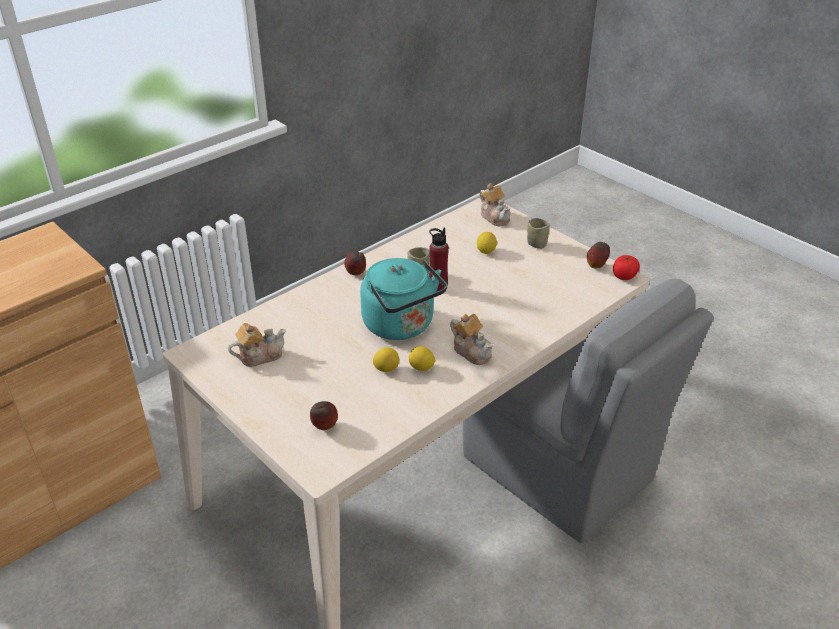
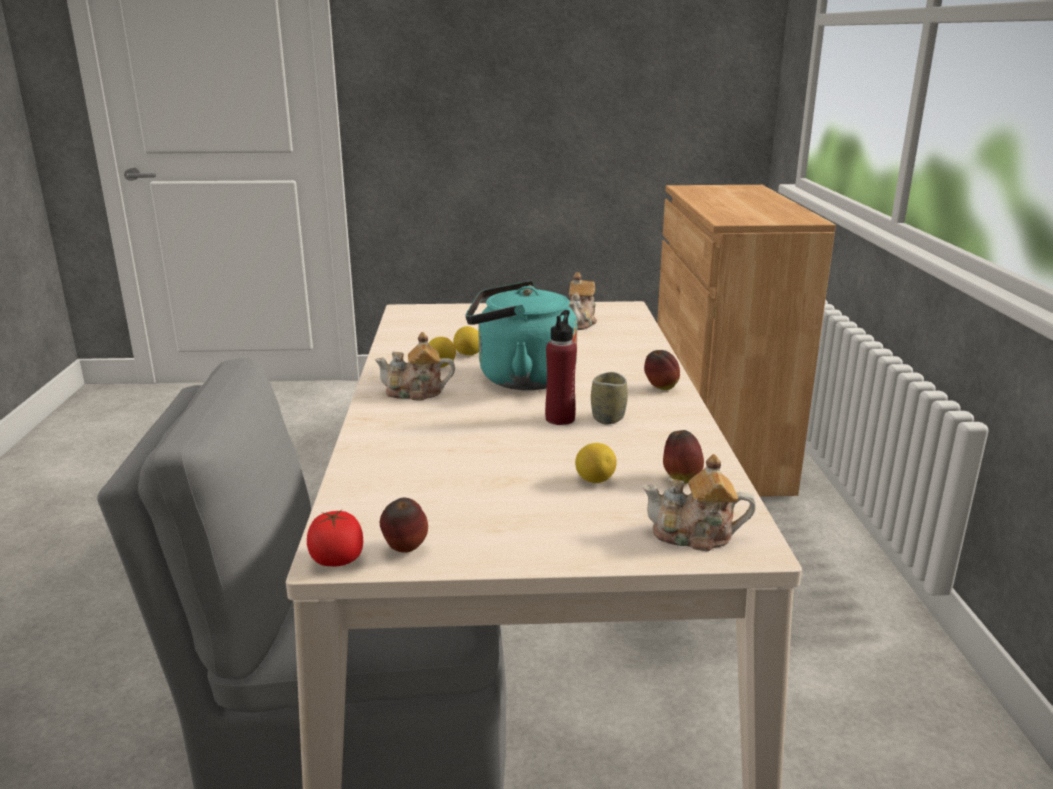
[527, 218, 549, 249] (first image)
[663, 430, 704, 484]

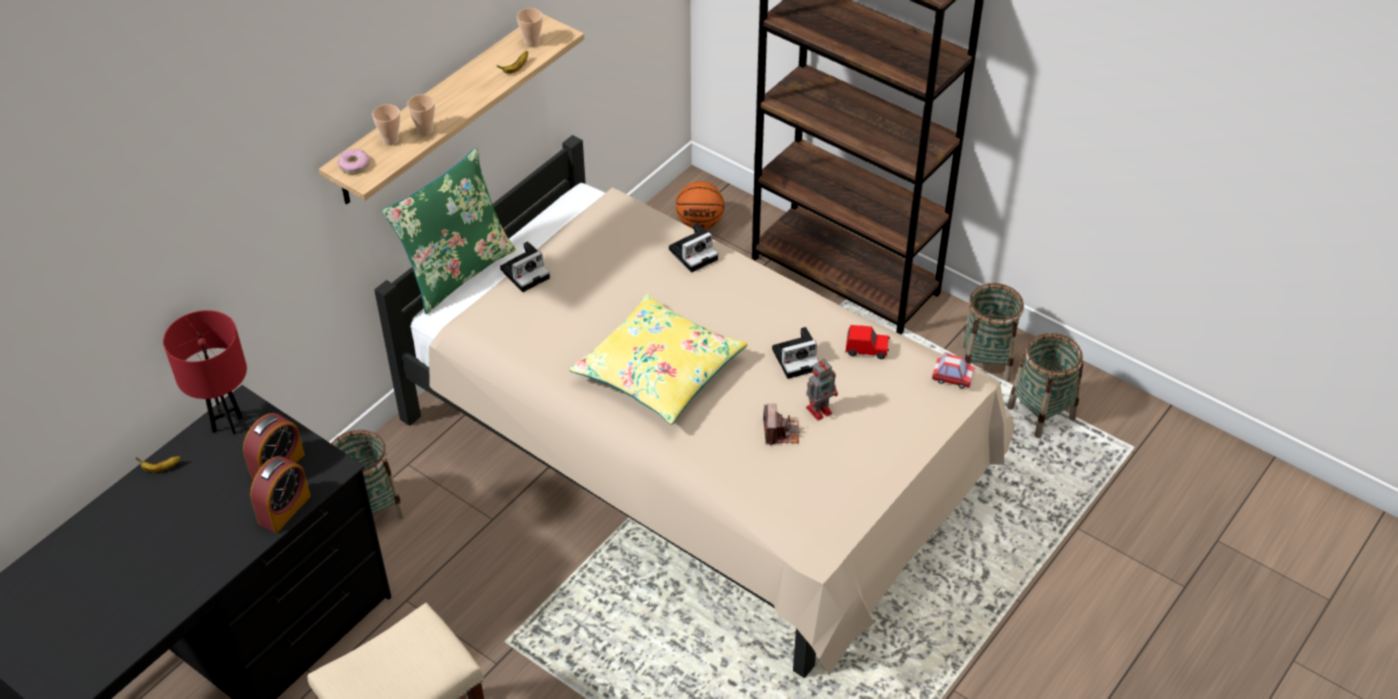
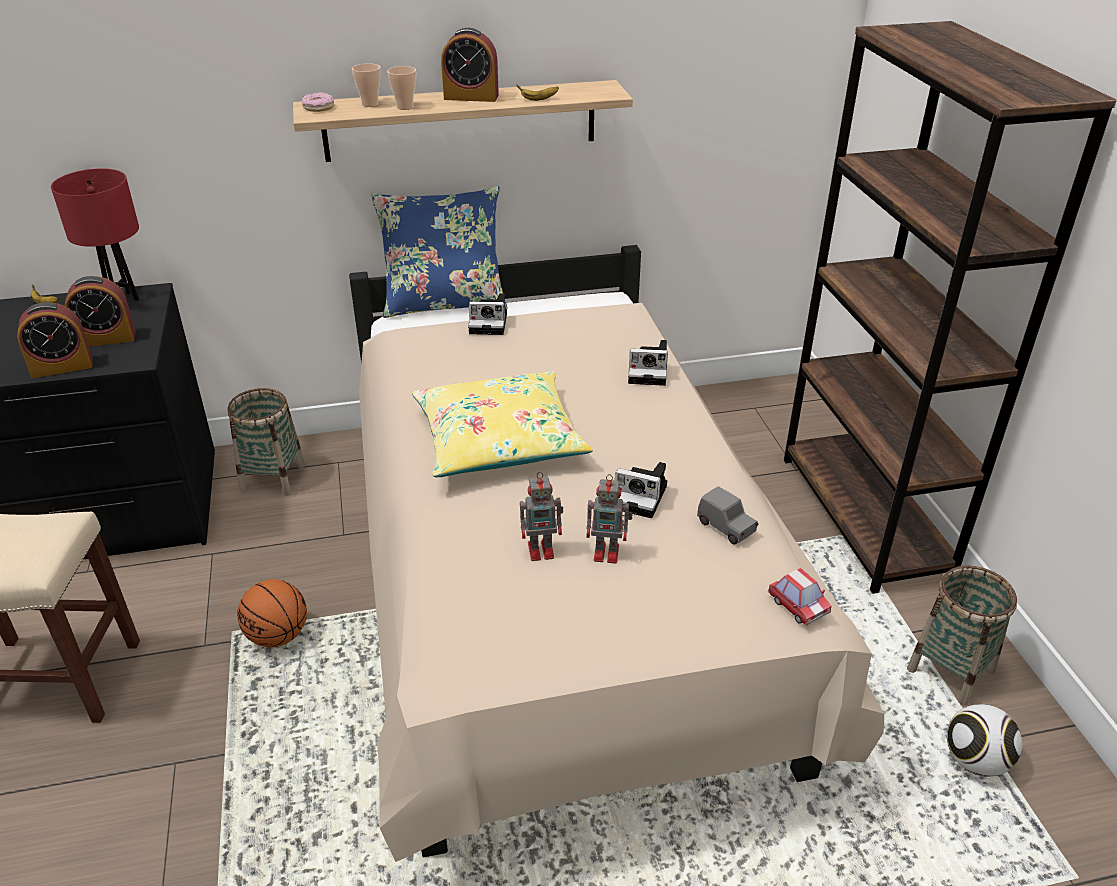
[517, 8, 543, 47] (first image)
[441, 28, 499, 102]
[237, 579, 307, 647]
[520, 472, 563, 561]
[947, 704, 1022, 777]
[371, 186, 508, 318]
[697, 486, 758, 544]

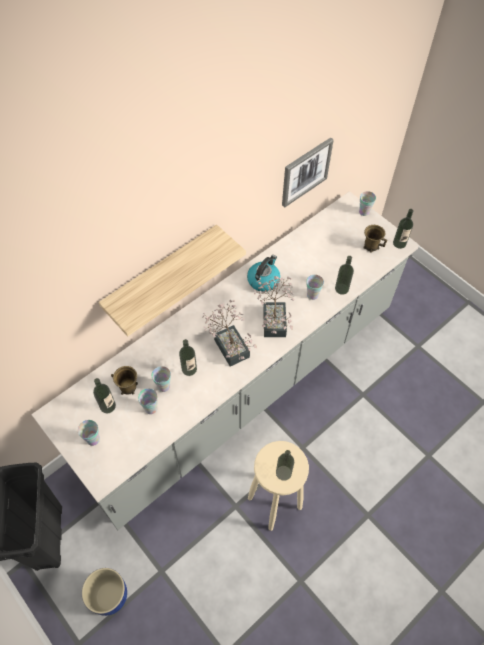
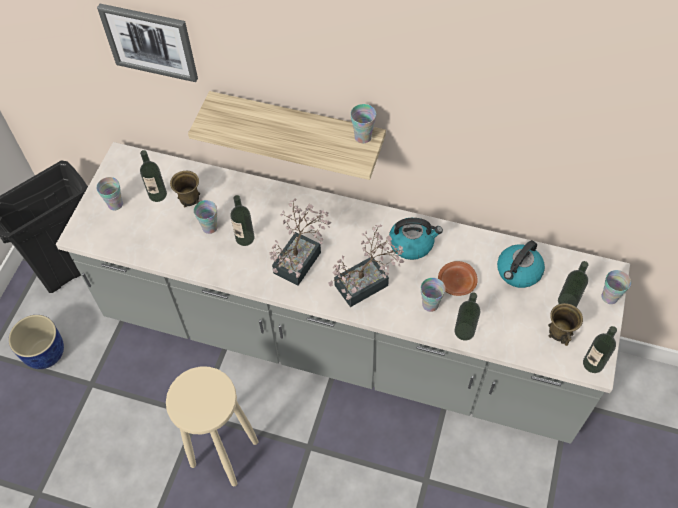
[438, 261, 478, 296]
[497, 240, 545, 288]
[350, 104, 376, 143]
[558, 261, 588, 307]
[97, 4, 198, 82]

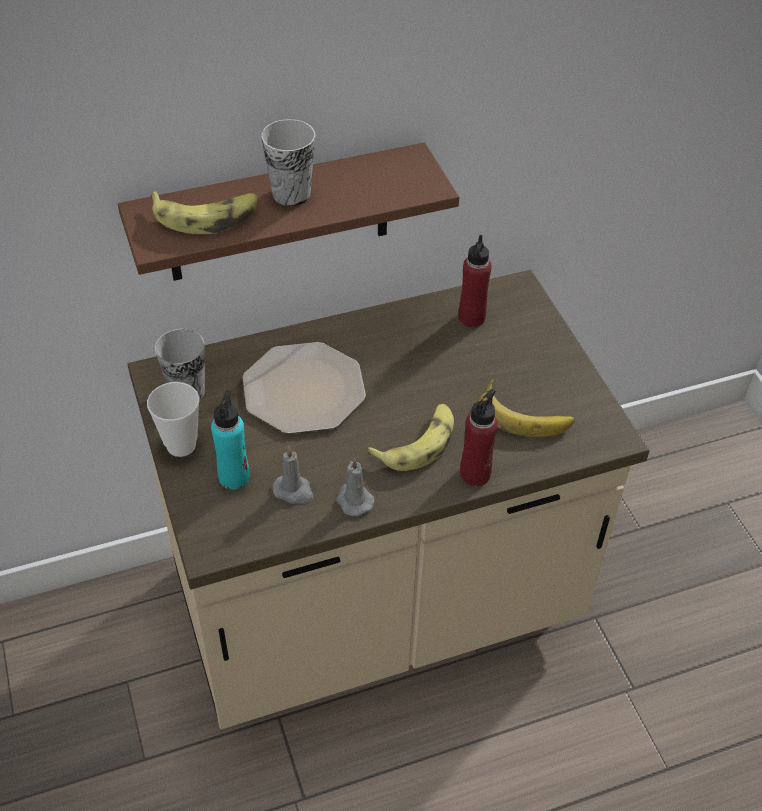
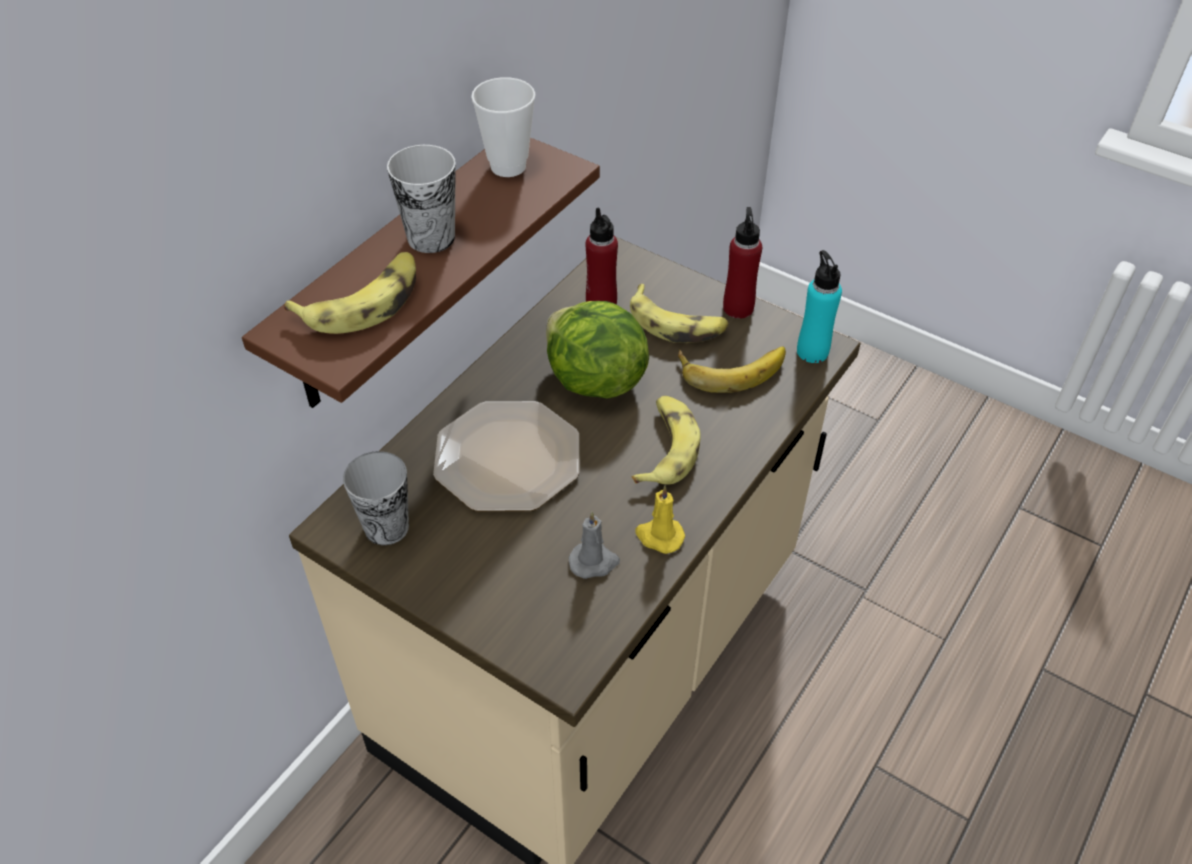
[546, 301, 649, 399]
[630, 284, 729, 343]
[471, 77, 536, 177]
[797, 250, 842, 363]
[723, 207, 762, 319]
[635, 486, 685, 554]

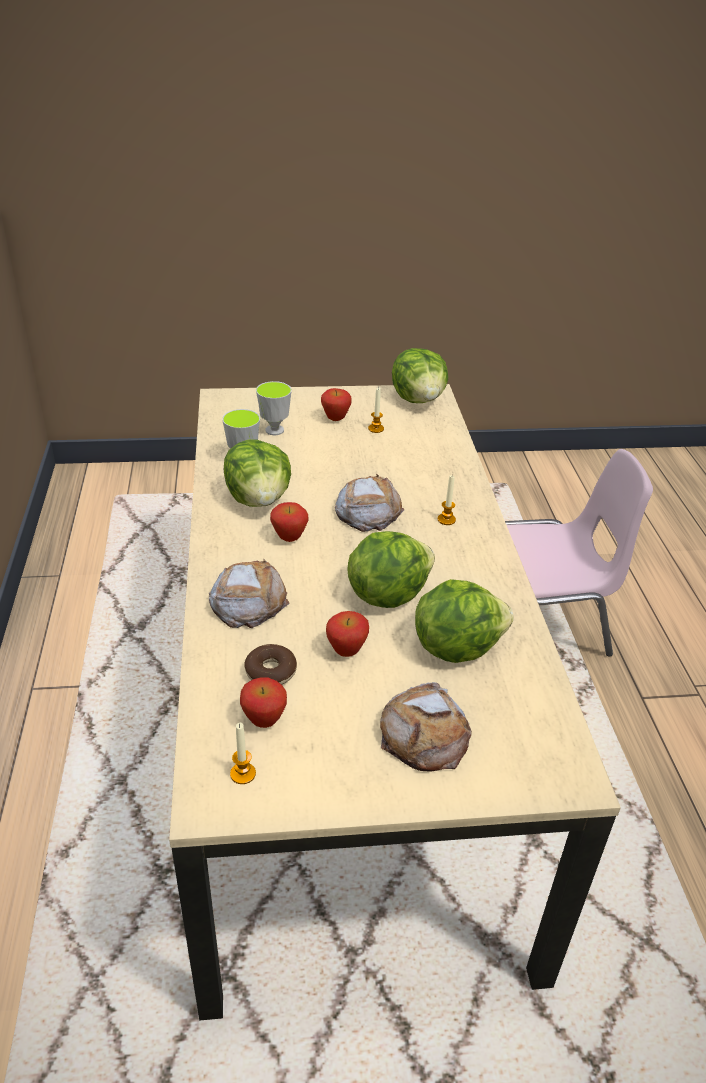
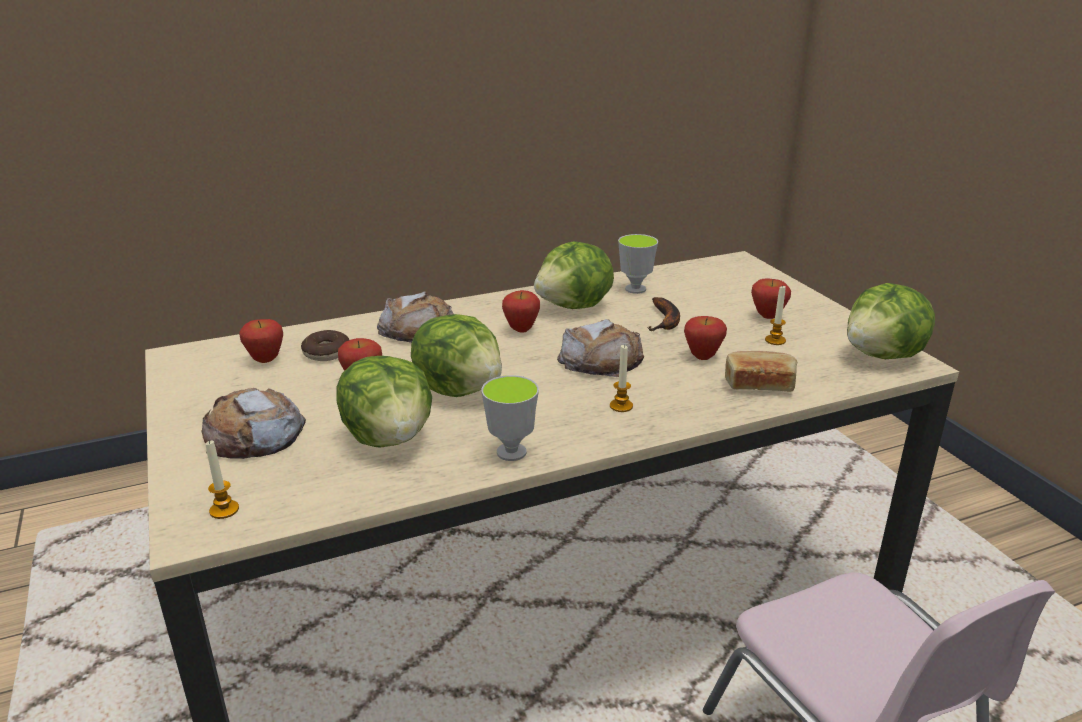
[648, 297, 680, 331]
[684, 316, 727, 360]
[725, 351, 797, 392]
[206, 441, 239, 519]
[481, 375, 539, 461]

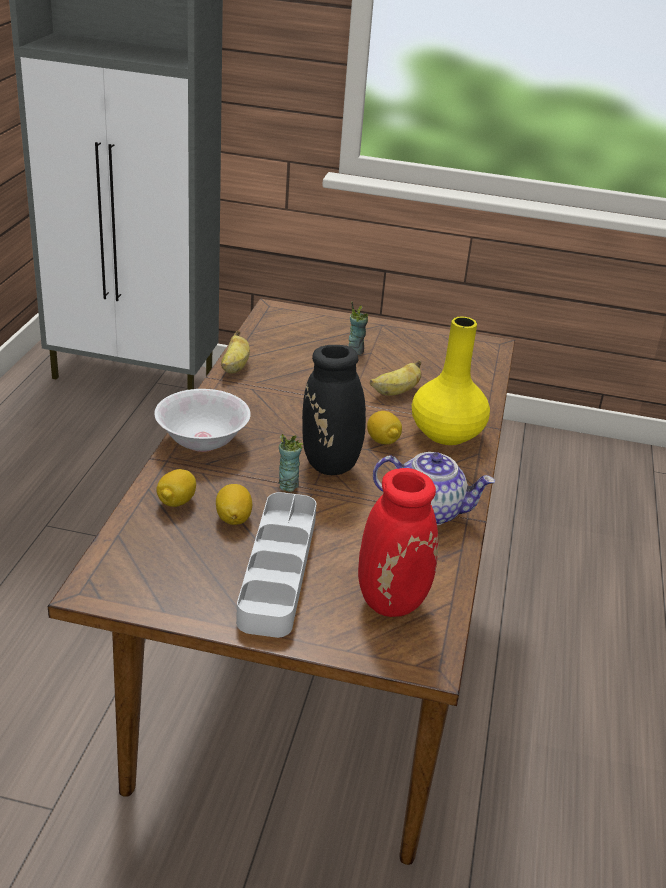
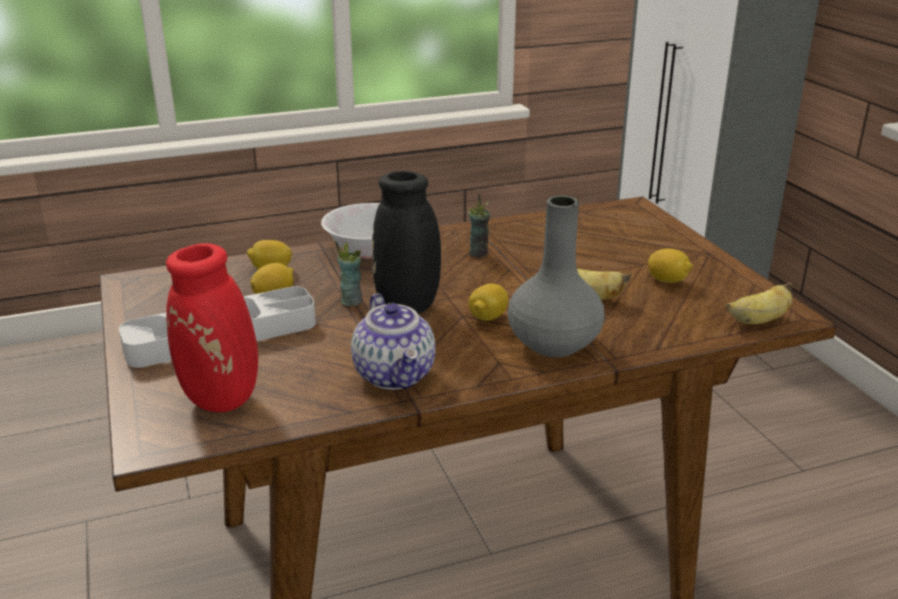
[648, 248, 693, 283]
[726, 282, 793, 324]
[468, 194, 490, 257]
[507, 195, 604, 357]

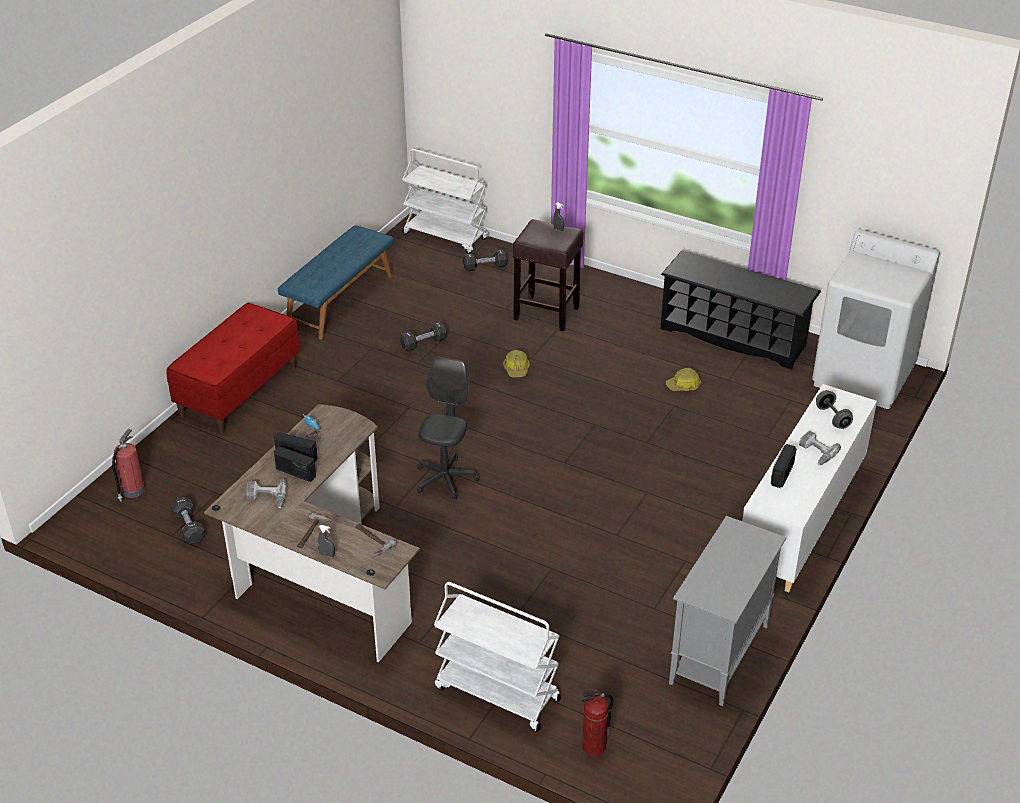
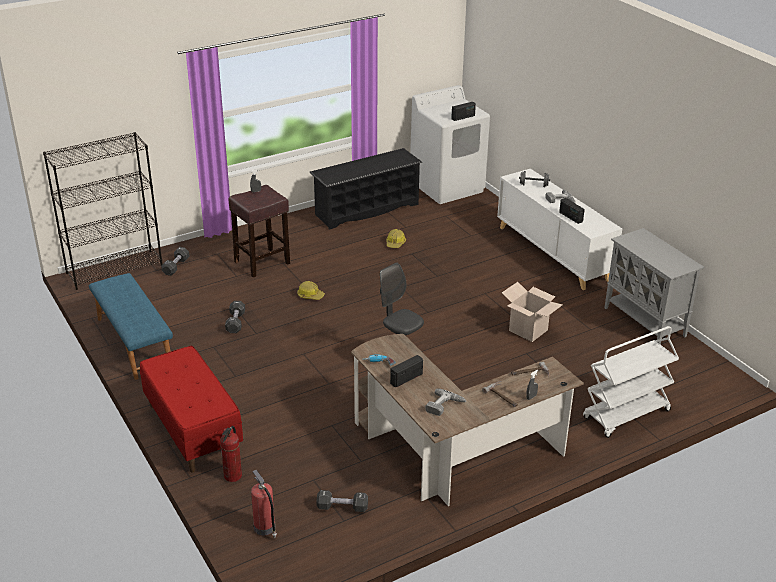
[502, 282, 563, 342]
[451, 102, 476, 121]
[220, 426, 242, 482]
[43, 132, 162, 290]

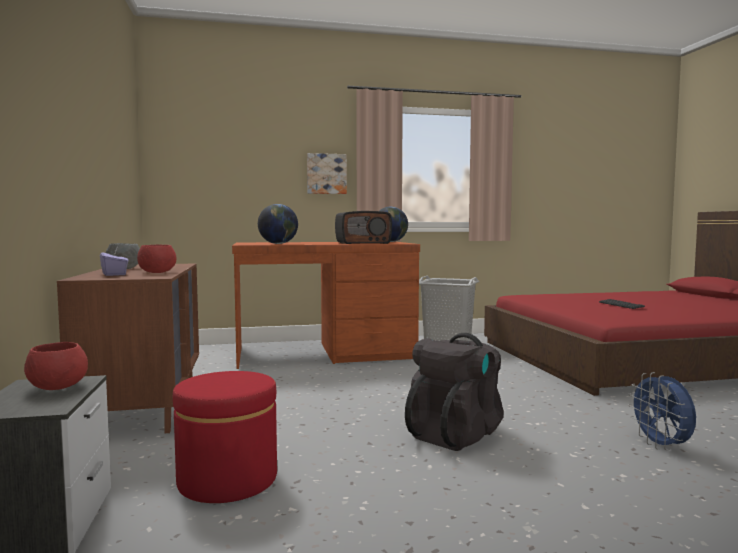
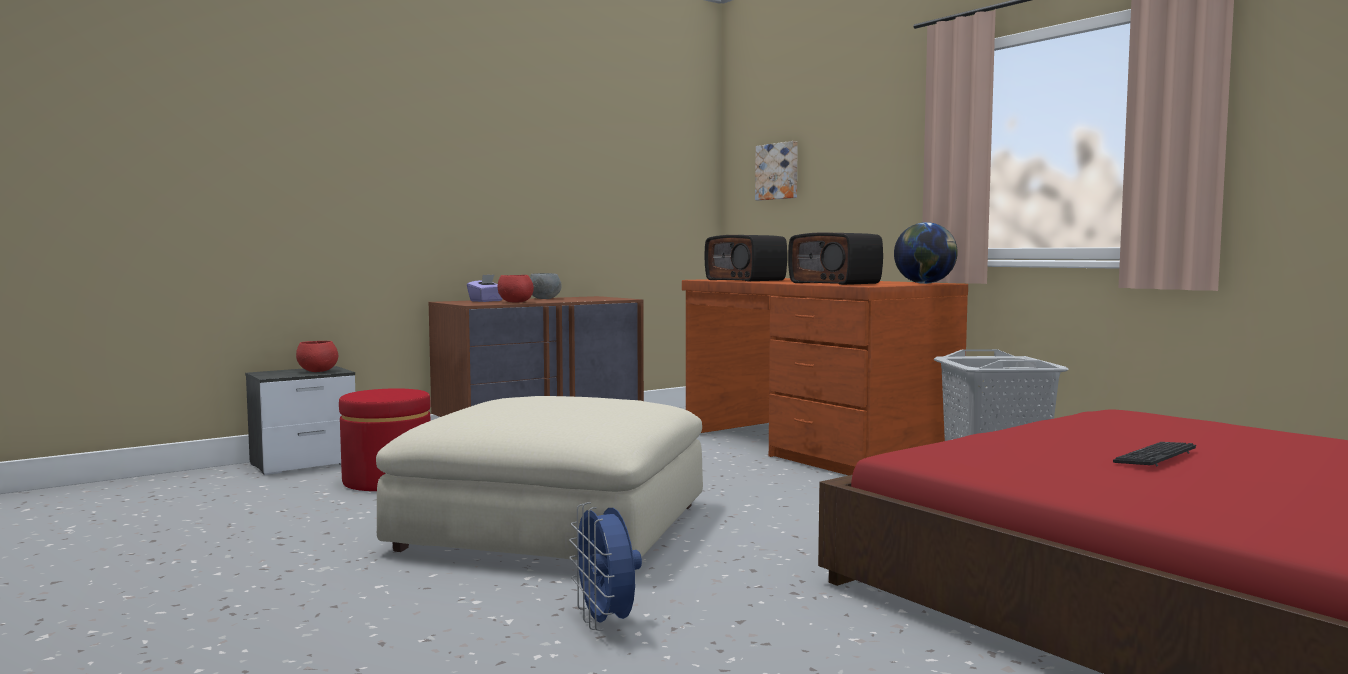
[755, 141, 798, 201]
[705, 235, 787, 281]
[376, 396, 703, 560]
[569, 502, 642, 631]

